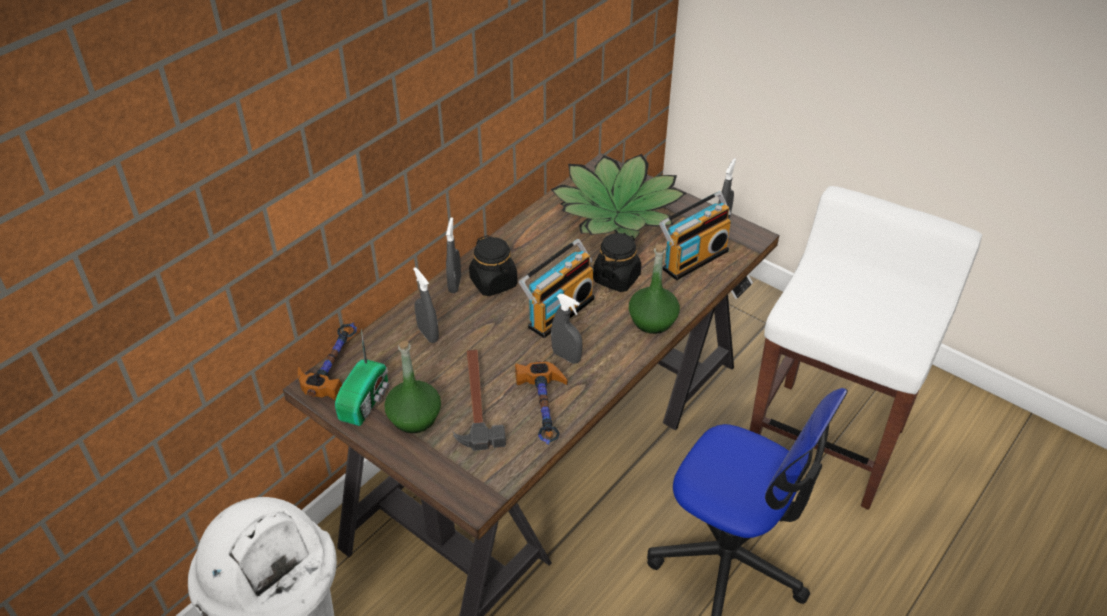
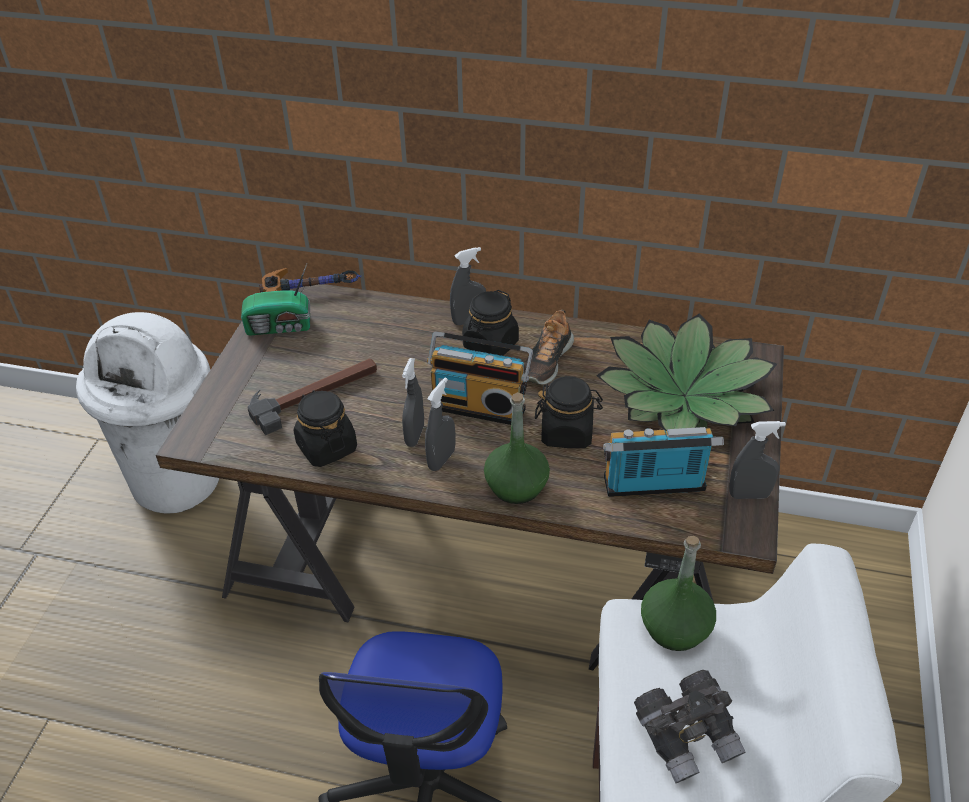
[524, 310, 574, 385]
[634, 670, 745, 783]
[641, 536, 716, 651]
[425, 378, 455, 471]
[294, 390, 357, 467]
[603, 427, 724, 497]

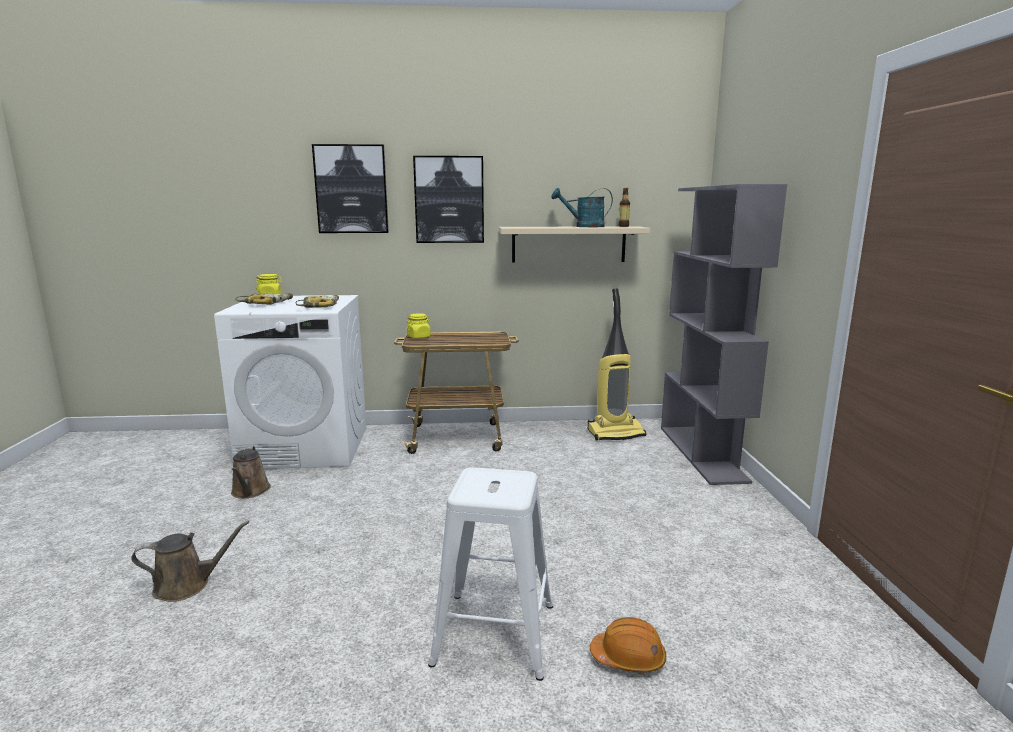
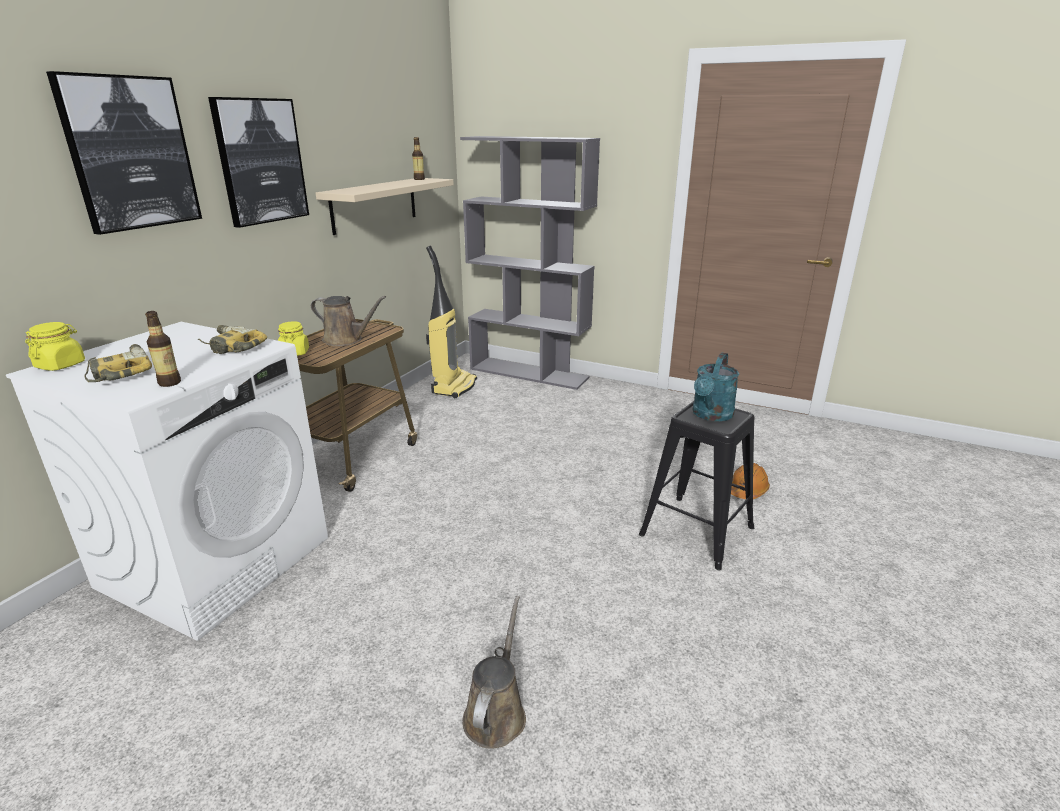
[145, 311, 181, 387]
[311, 296, 386, 346]
[692, 352, 739, 421]
[639, 401, 755, 571]

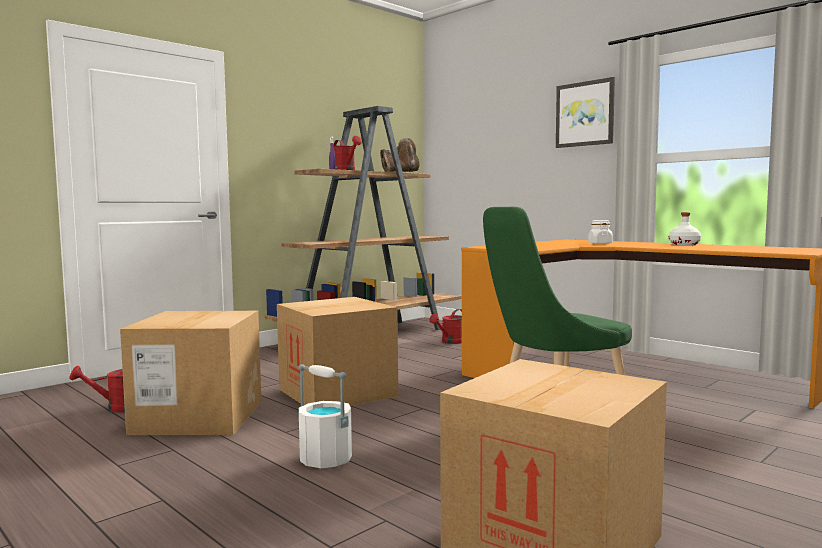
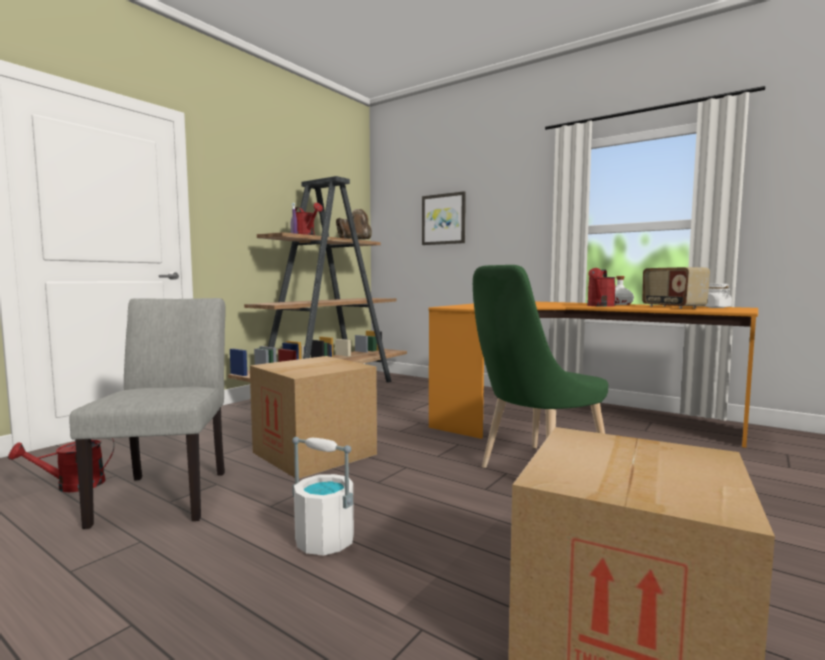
[642, 267, 710, 309]
[587, 268, 616, 307]
[422, 191, 466, 245]
[705, 284, 732, 308]
[69, 298, 226, 529]

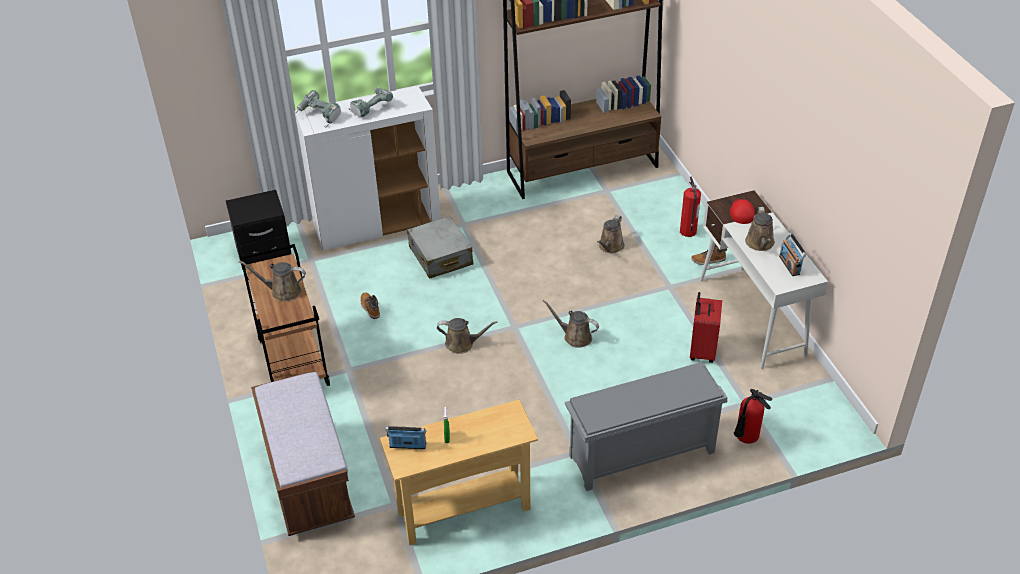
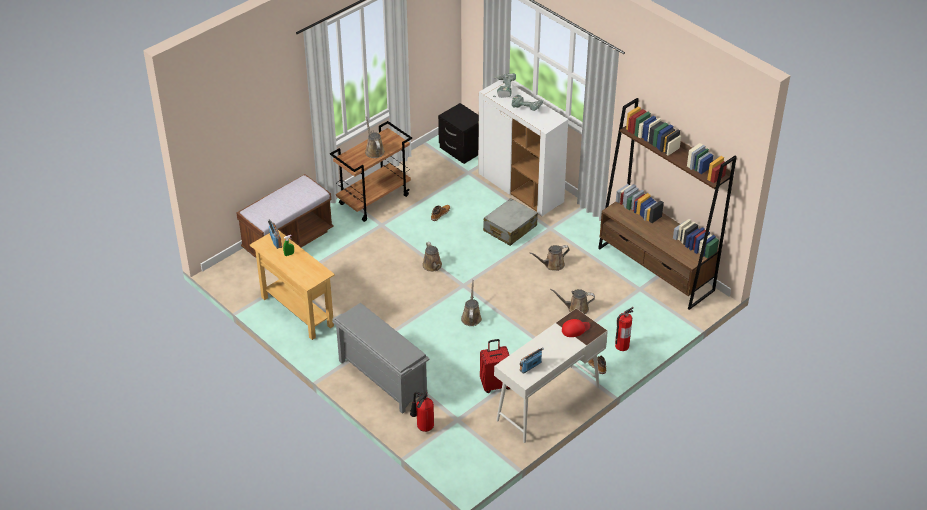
[530, 245, 570, 271]

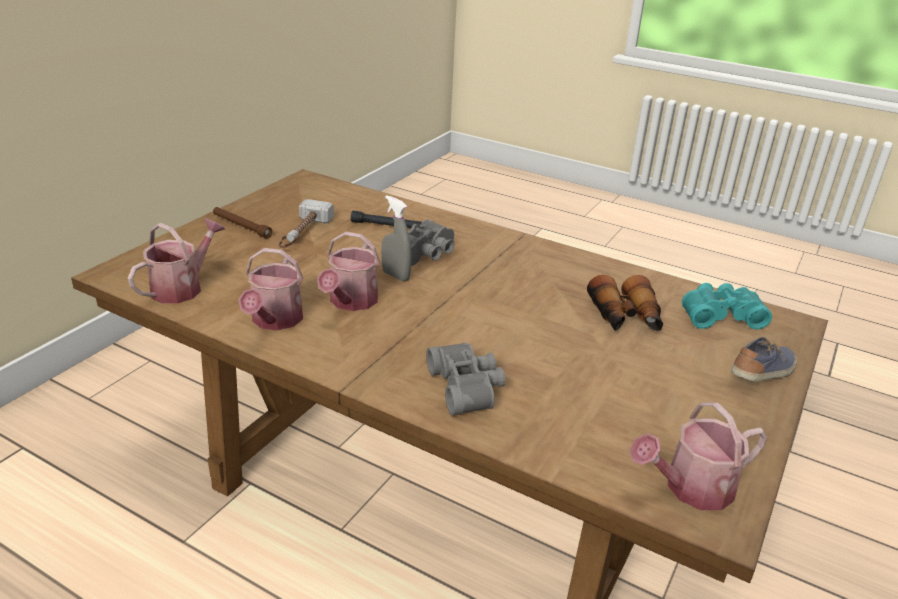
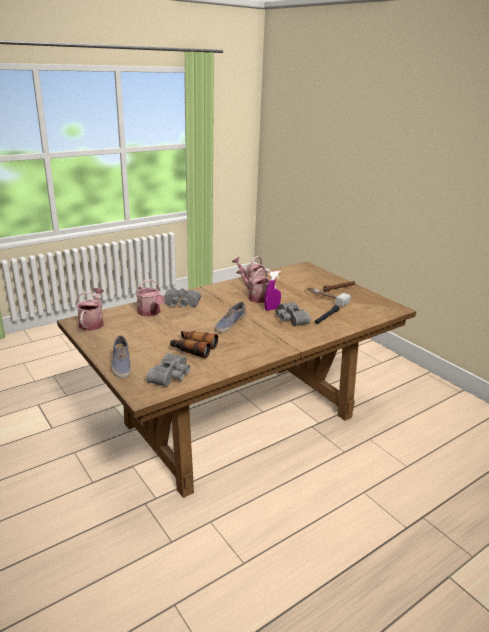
[214, 301, 246, 333]
[135, 279, 165, 317]
[264, 271, 281, 311]
[146, 353, 190, 387]

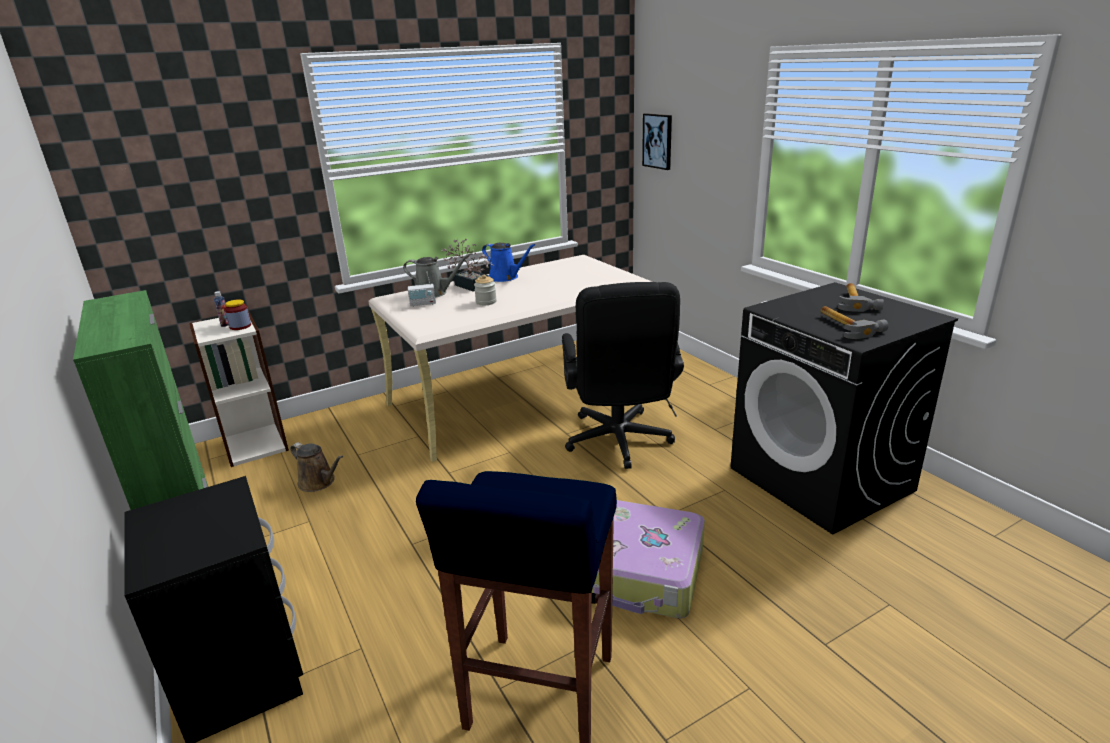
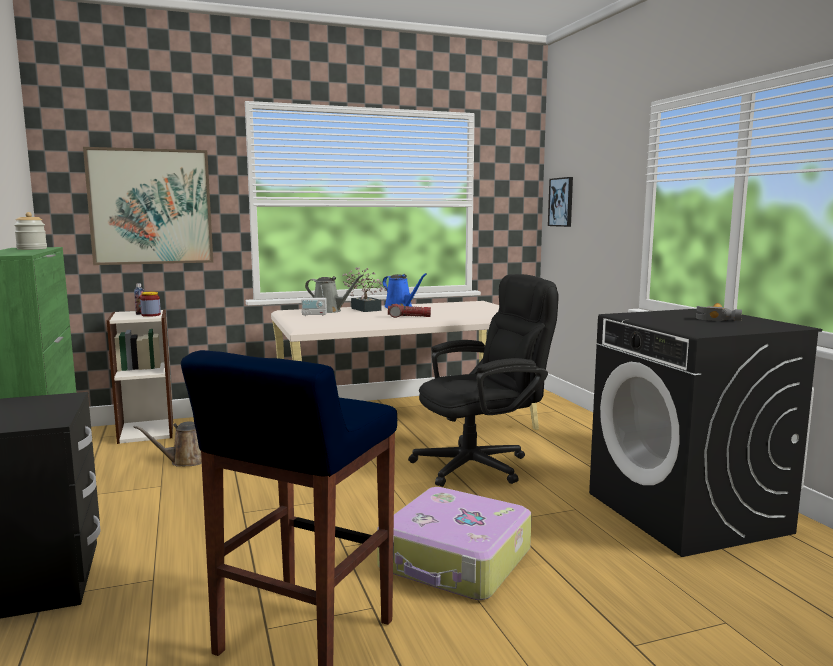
[821, 306, 889, 339] (first image)
[83, 147, 213, 265]
[388, 304, 431, 318]
[14, 212, 47, 250]
[134, 421, 202, 467]
[408, 274, 559, 487]

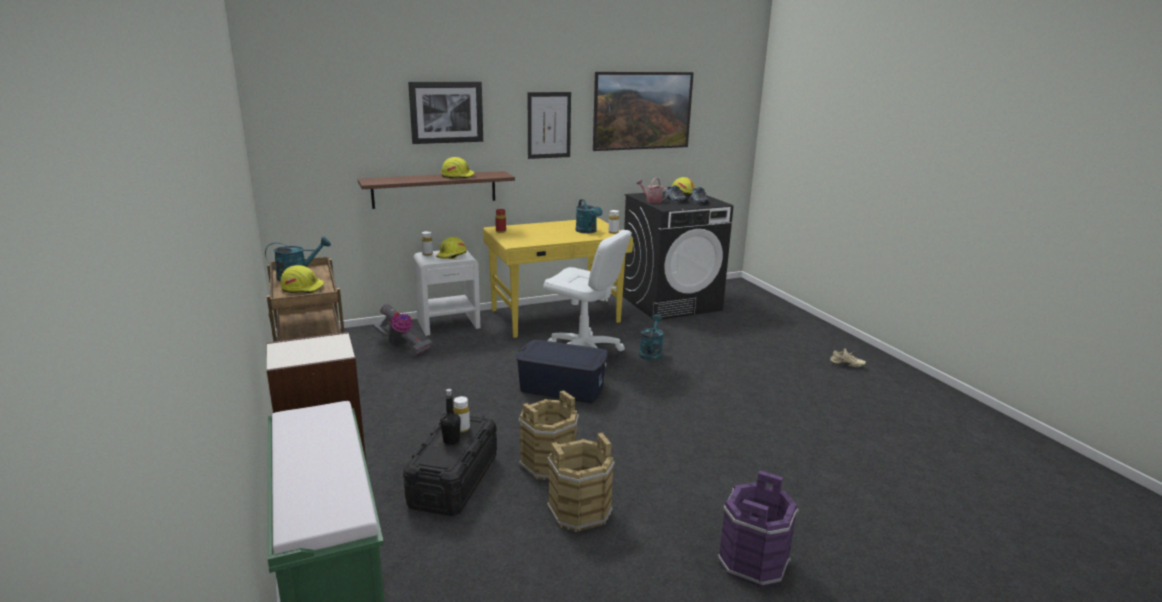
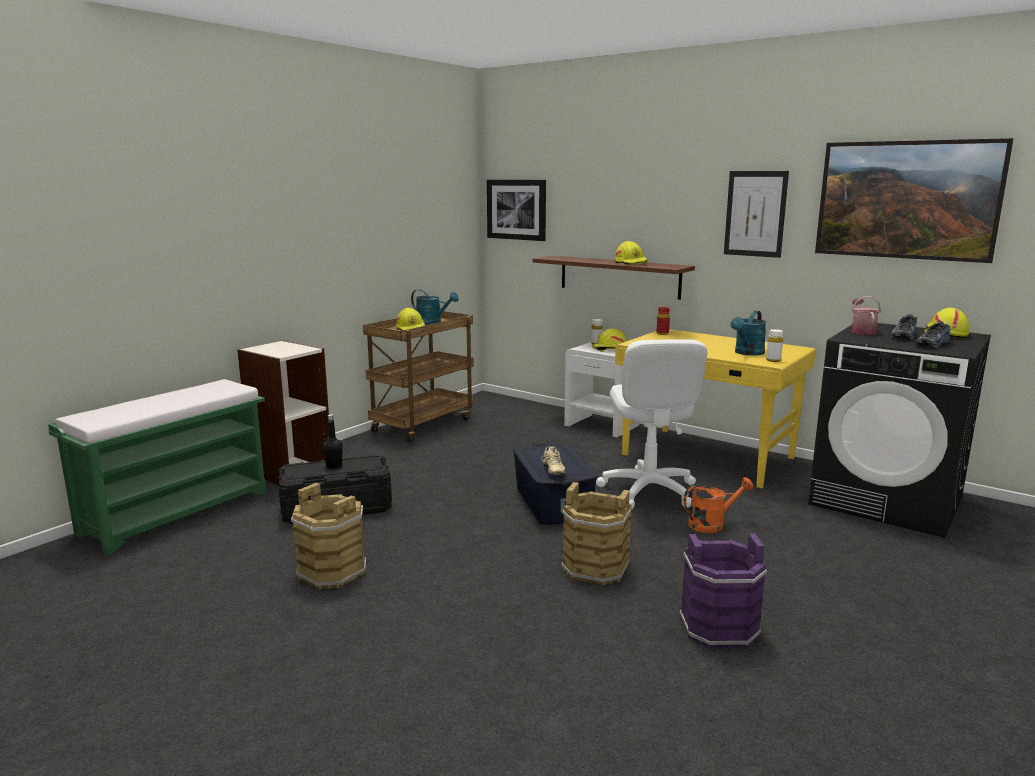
[373, 304, 433, 355] (first image)
[453, 396, 470, 433] (first image)
[487, 180, 546, 241]
[561, 482, 632, 586]
[680, 533, 767, 649]
[541, 446, 565, 475]
[684, 477, 754, 533]

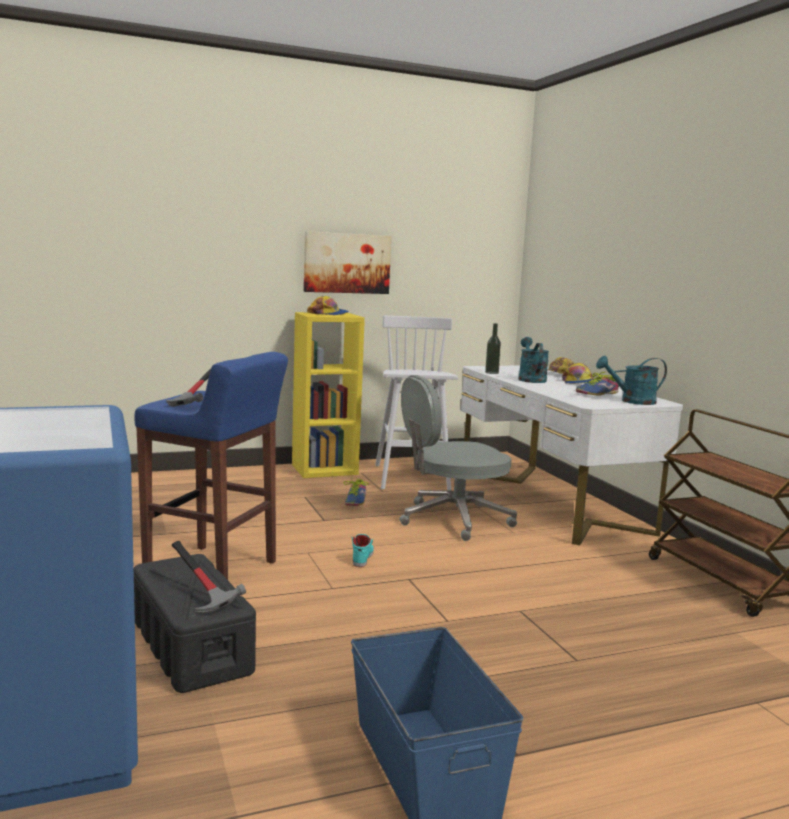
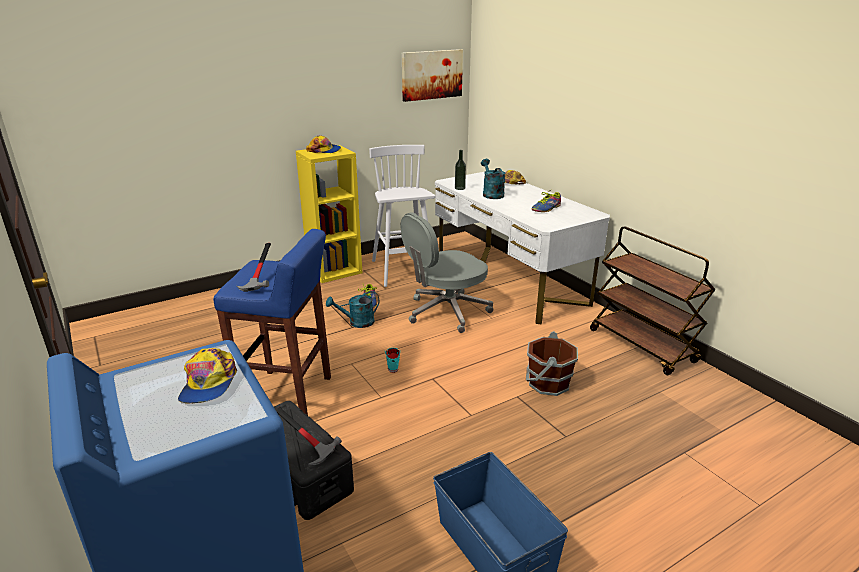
[526, 331, 578, 396]
[402, 49, 463, 102]
[178, 348, 237, 404]
[326, 291, 379, 328]

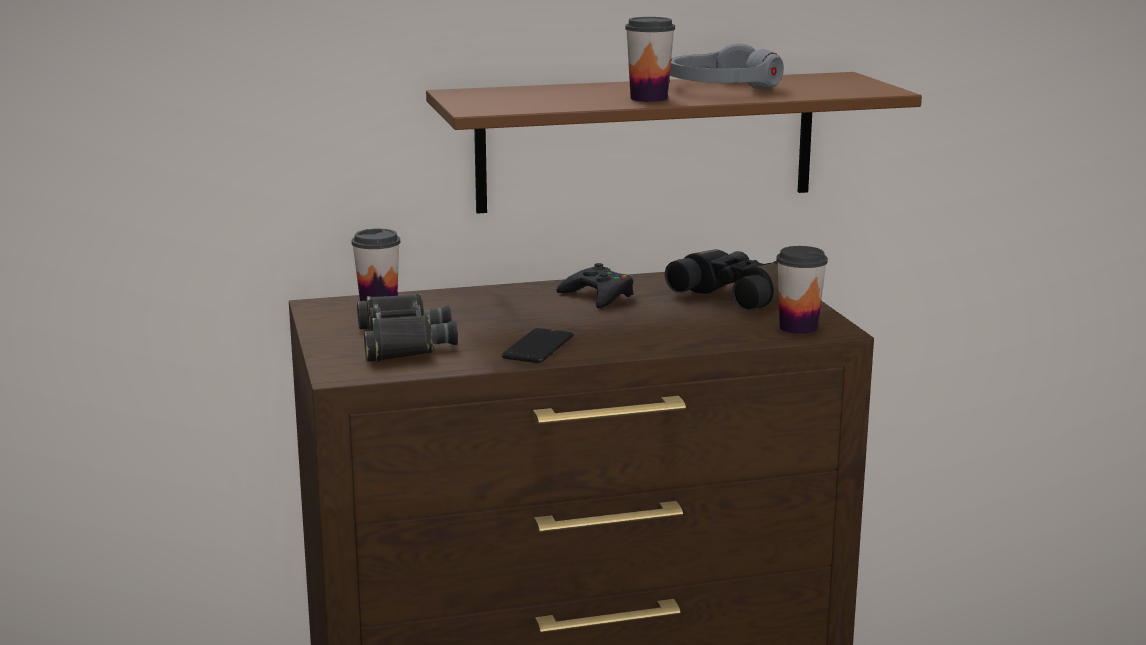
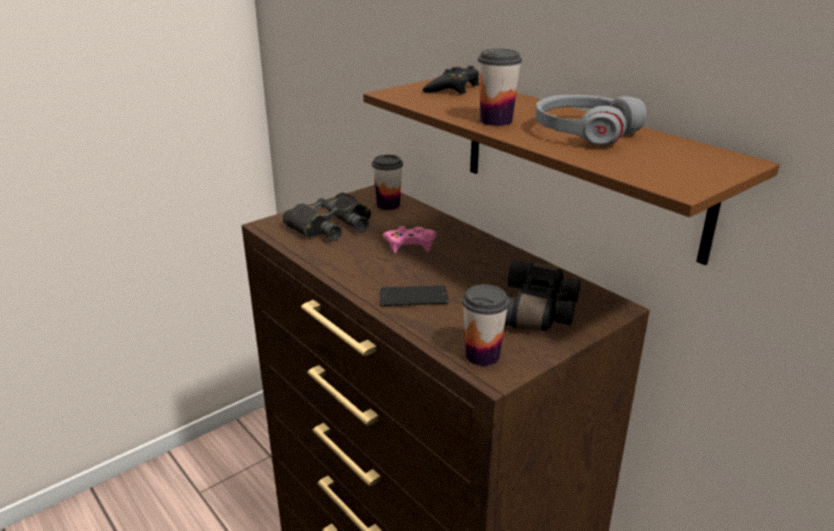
[383, 226, 437, 253]
[380, 285, 449, 306]
[423, 66, 479, 94]

